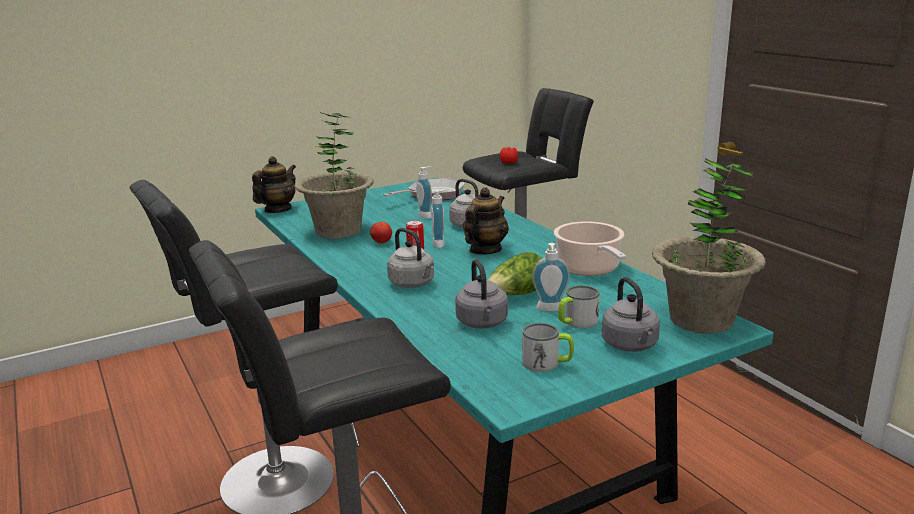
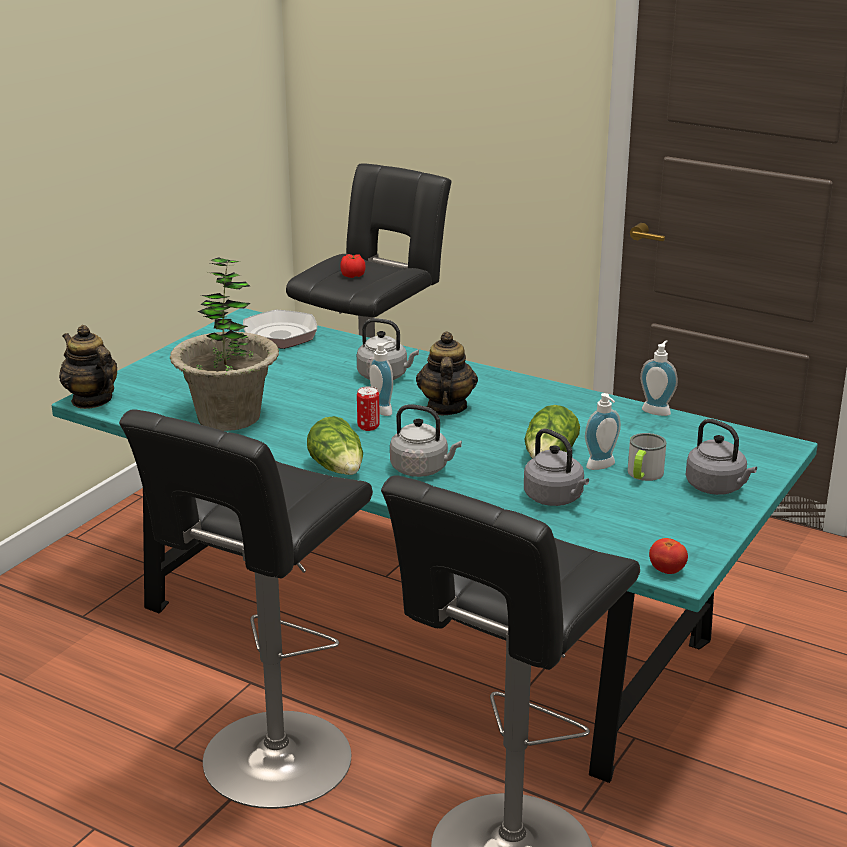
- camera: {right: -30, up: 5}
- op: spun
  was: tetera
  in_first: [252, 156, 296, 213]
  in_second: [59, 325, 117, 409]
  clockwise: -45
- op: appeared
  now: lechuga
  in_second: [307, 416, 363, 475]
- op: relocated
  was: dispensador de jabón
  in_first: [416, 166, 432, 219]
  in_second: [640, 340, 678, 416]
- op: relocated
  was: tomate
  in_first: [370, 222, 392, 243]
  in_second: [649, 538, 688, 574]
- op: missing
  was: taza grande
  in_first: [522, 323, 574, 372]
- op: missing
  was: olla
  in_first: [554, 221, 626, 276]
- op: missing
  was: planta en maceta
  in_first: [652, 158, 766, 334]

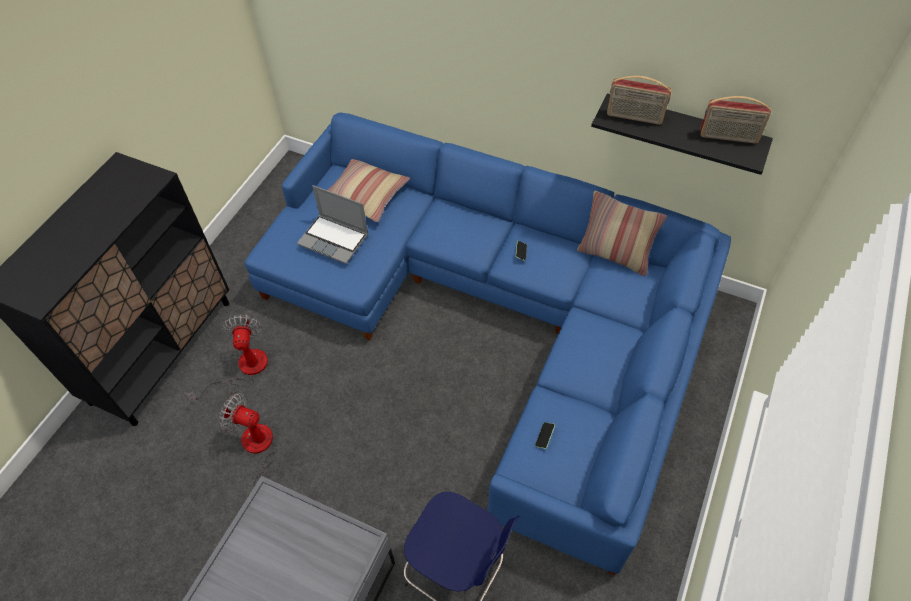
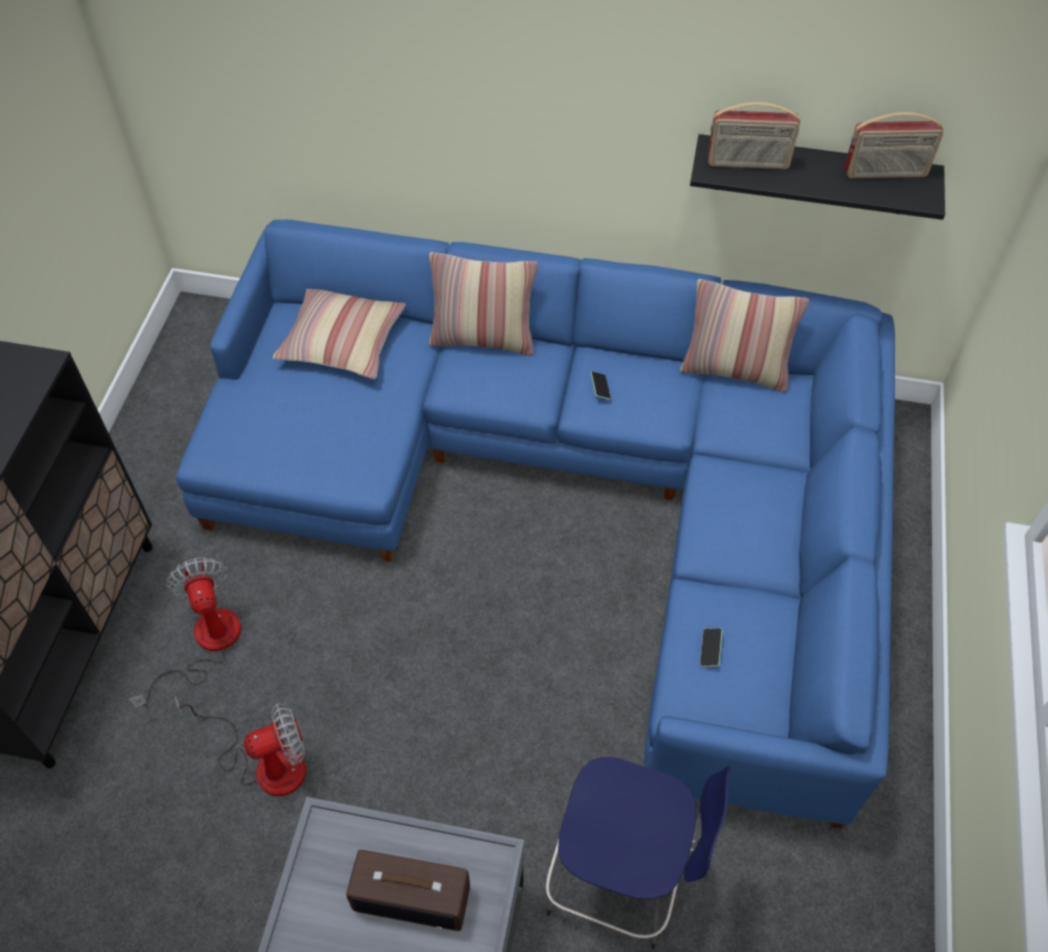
- camera: {right: -15, up: 0}
- op: spun
  was: ventilador
  in_first: [219, 393, 279, 488]
  in_second: [175, 697, 306, 796]
  clockwise: 150
- op: appeared
  now: radio
  in_second: [346, 850, 470, 931]
- op: appeared
  now: cojín
  in_second: [429, 252, 538, 356]
- op: missing
  was: portátil
  in_first: [297, 185, 369, 264]

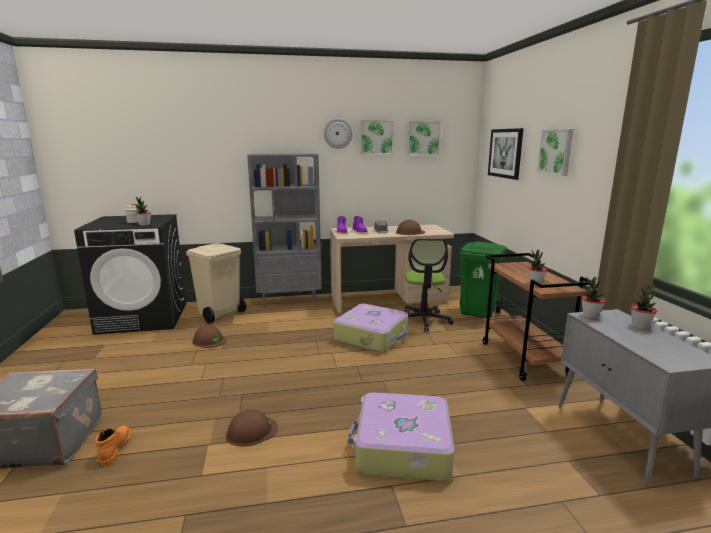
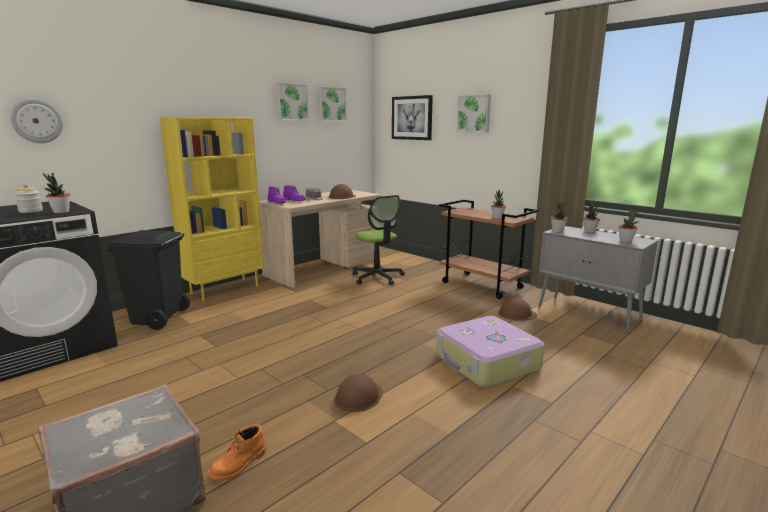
- camera: {right: -35, up: 0}
- op: relocated
  was: reloj de pared
  in_first: [324, 118, 353, 149]
  in_second: [10, 99, 63, 143]
- op: colour
  was: papelera/beis
  now: papelera/negro
  in_first: [186, 243, 246, 323]
  in_second: [107, 230, 190, 330]
- op: colour
  was: estantería/gris
  now: estantería/amarillo
  in_first: [247, 153, 322, 308]
  in_second: [160, 117, 264, 301]
- op: spun
  was: bota/naranja
  in_first: [95, 425, 131, 467]
  in_second: [208, 424, 266, 481]
  clockwise: -105
- op: relocated
  was: casco/marrón
  in_first: [192, 325, 226, 348]
  in_second: [498, 298, 537, 321]
- op: appeared
  now: planta en maceta
  in_second: [618, 208, 640, 243]
- op: missing
  was: maleta
  in_first: [334, 303, 408, 352]
- op: missing
  was: papelera/verde
  in_first: [459, 241, 506, 318]

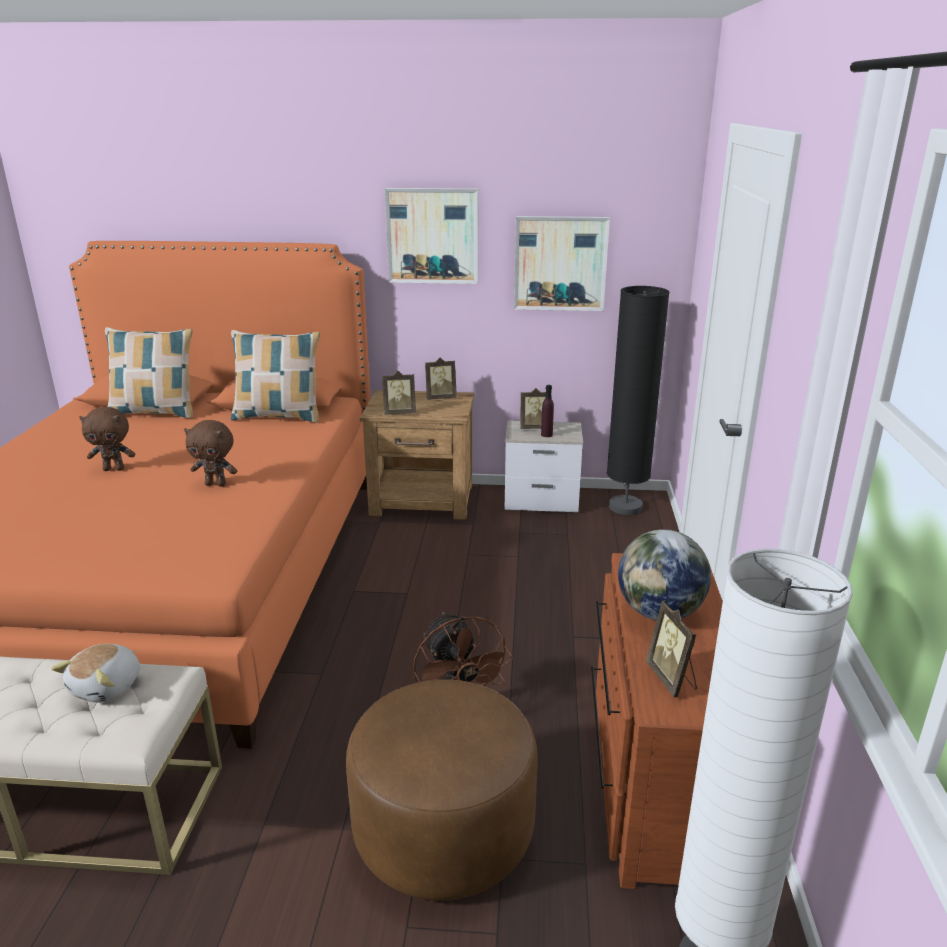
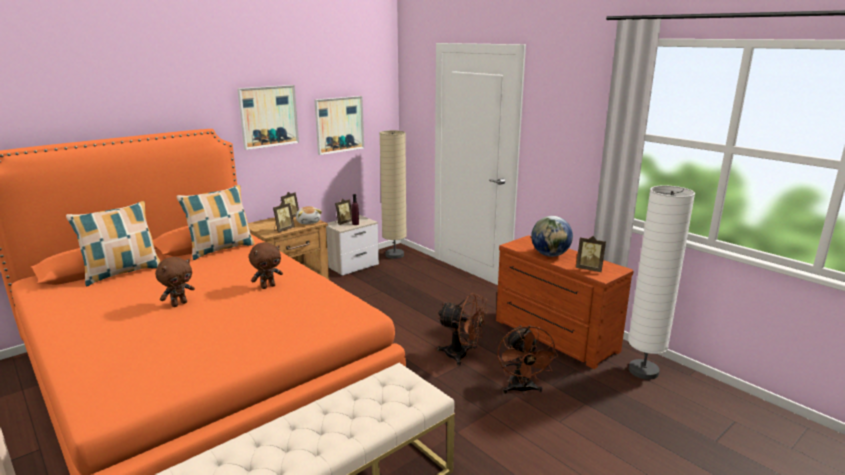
- camera: {right: -45, up: -5}
- op: relocated
  was: peluche
  in_first: [51, 644, 140, 703]
  in_second: [296, 206, 322, 225]
- op: colour
  was: lámpara de pie/negro
  now: lámpara de pie/beis
  in_first: [607, 286, 670, 515]
  in_second: [380, 130, 407, 259]
- op: exchanged
  was: puf/marrón
  now: ventilador/marrón
  in_first: [346, 679, 538, 901]
  in_second: [497, 325, 558, 395]

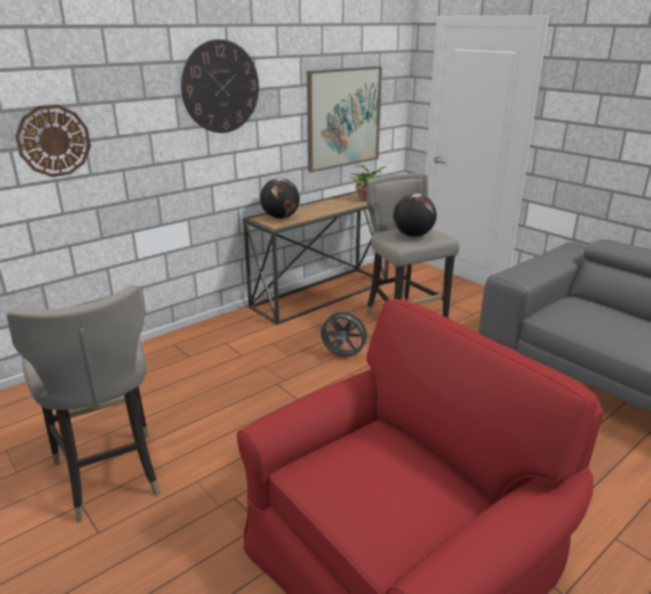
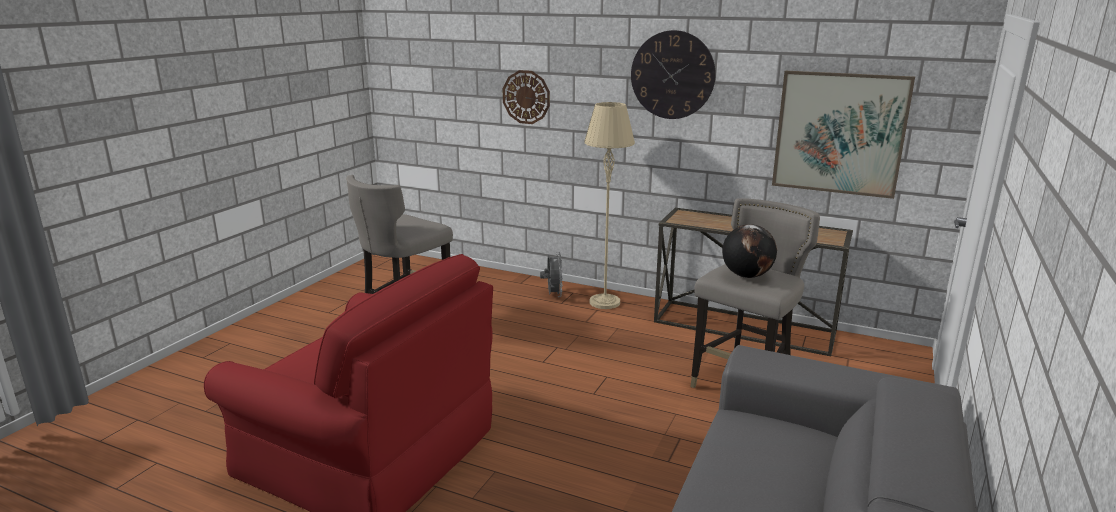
- camera: {right: 65, up: -5}
- op: relocated
  was: ventilador/gris
  in_first: [321, 308, 370, 357]
  in_second: [540, 252, 563, 297]
- op: appeared
  now: lámpara de pie/beis
  in_second: [584, 102, 635, 309]
- op: missing
  was: globo terráqueo
  in_first: [260, 178, 300, 219]
- op: missing
  was: planta en maceta
  in_first: [350, 165, 387, 202]

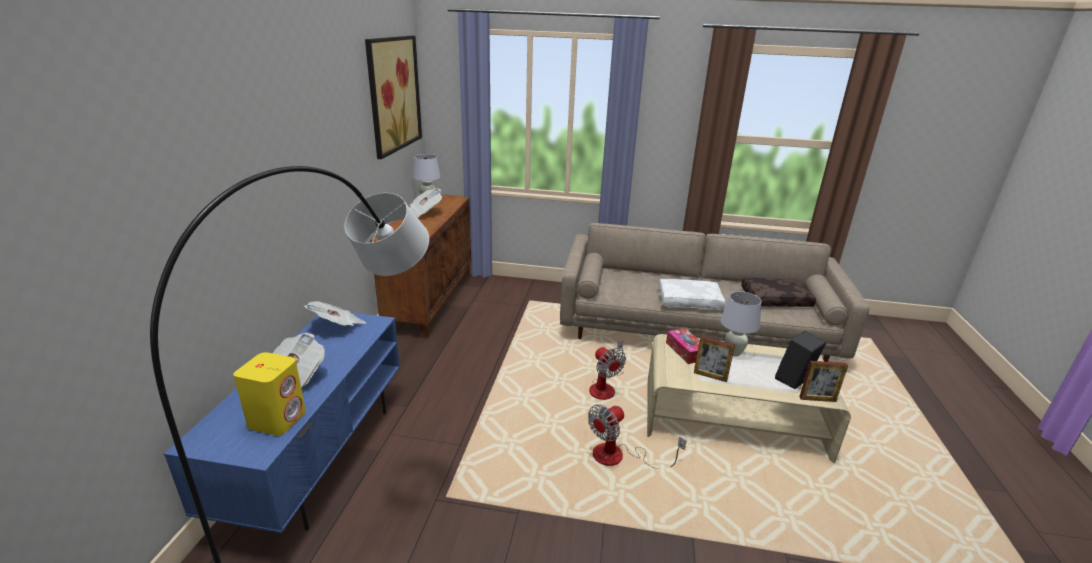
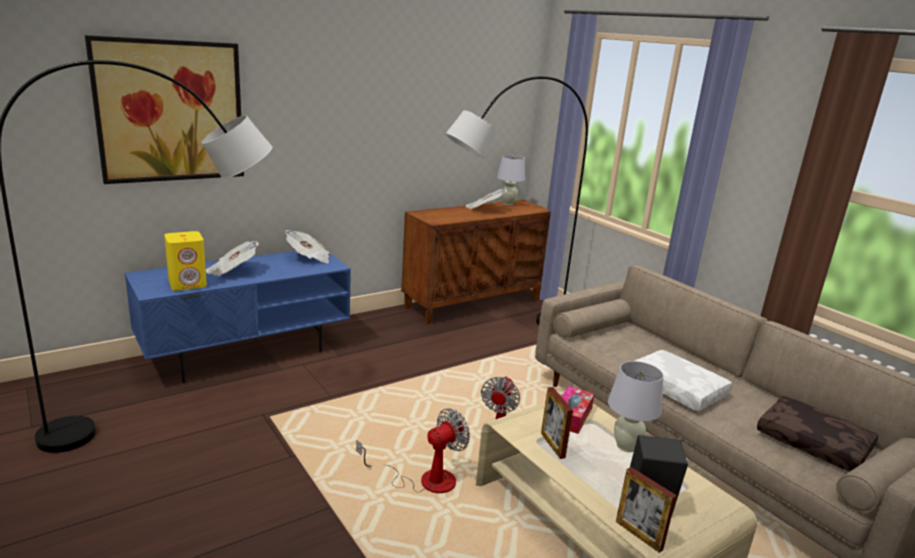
- camera: {right: 45, up: -5}
- op: relocated
  was: cuadro
  in_first: [365, 36, 422, 159]
  in_second: [85, 35, 244, 184]
- op: spun
  was: ventilador
  in_first: [588, 405, 686, 469]
  in_second: [356, 408, 470, 493]
  clockwise: 135
- op: appeared
  now: lámpara de pie/negro
  in_second: [445, 76, 588, 325]

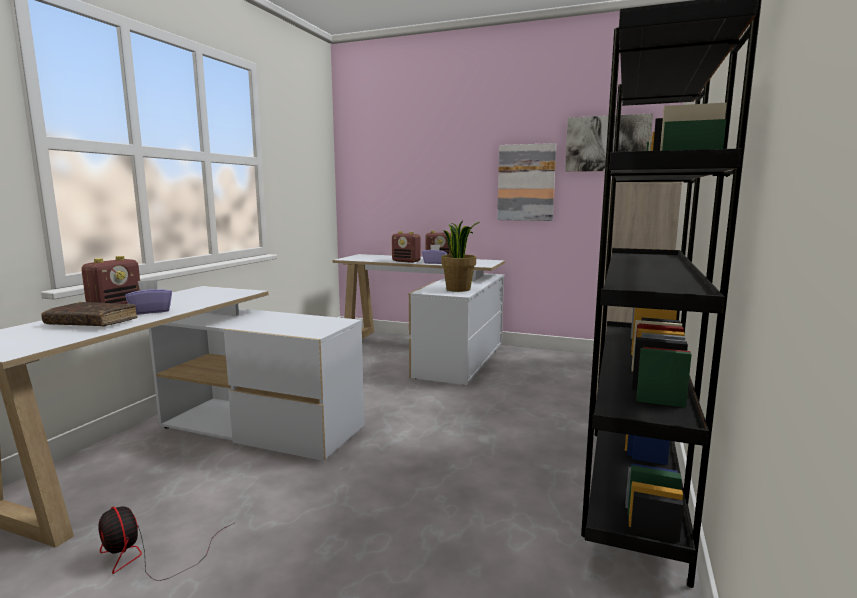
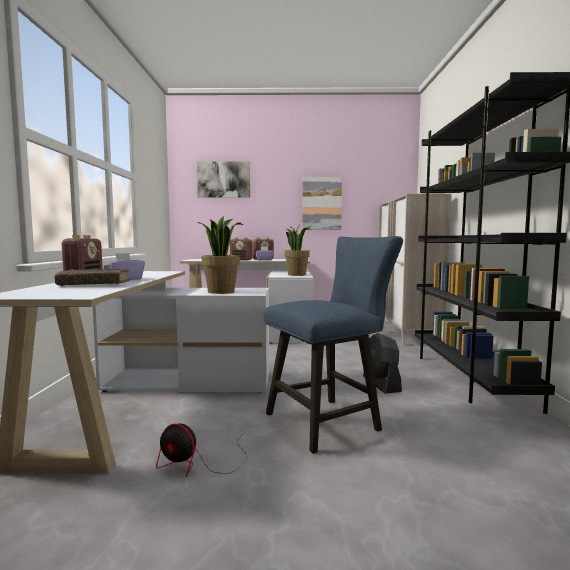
- camera: {right: -20, up: -5}
- op: relocated
  was: cuadro
  in_first: [565, 113, 653, 172]
  in_second: [197, 161, 250, 198]
- op: appeared
  now: planta en maceta
  in_second: [198, 217, 243, 294]
- op: appeared
  now: silla/azul
  in_second: [264, 236, 403, 454]
- op: appeared
  now: ventilador/negro
  in_second: [363, 333, 402, 394]

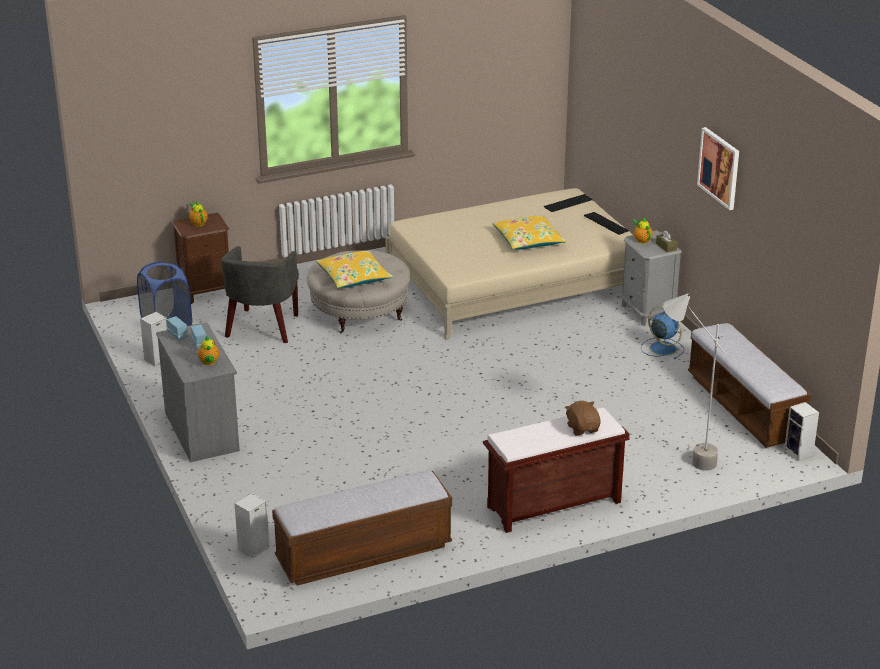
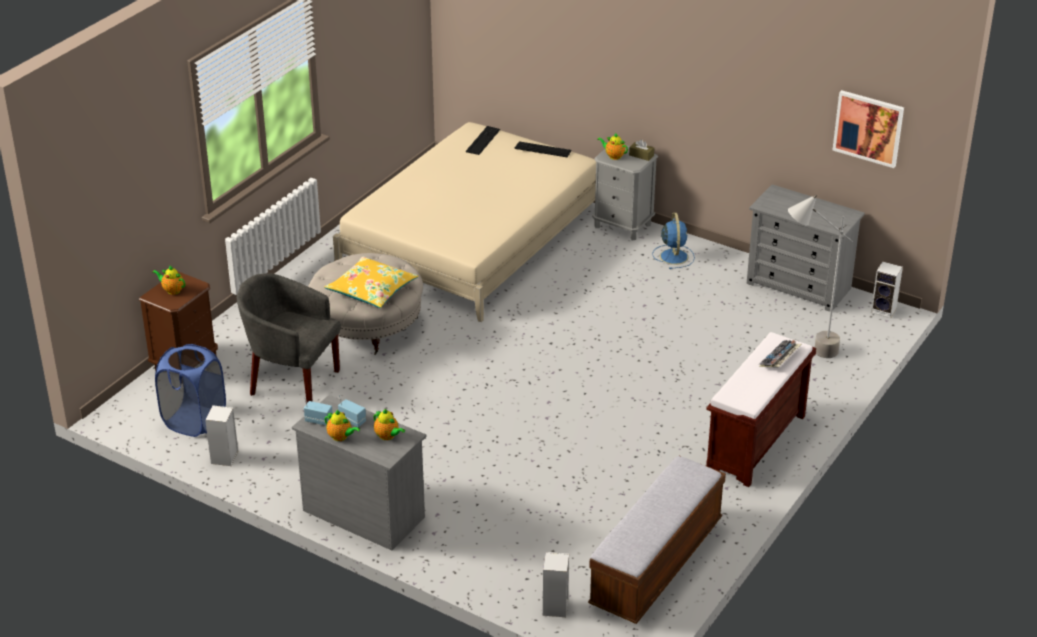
- camera: {right: -35, up: 5}
- op: spun
  was: sillón/gris
  in_first: [221, 246, 299, 343]
  in_second: [237, 273, 341, 403]
  clockwise: 135
- op: appeared
  now: tetera
  in_second: [324, 410, 360, 441]
- op: spun
  was: ventilador/azul
  in_first: [641, 306, 684, 359]
  in_second: [652, 213, 695, 269]
  clockwise: 75
- op: exchanged
  was: banco
  now: cómoda/gris
  in_first: [688, 322, 811, 448]
  in_second: [746, 184, 865, 312]
- op: exchanged
  was: peluche/marrón
  now: teclado
  in_first: [565, 401, 601, 436]
  in_second: [759, 340, 802, 368]
- op: relocated
  was: cuadro
  in_first: [697, 127, 739, 210]
  in_second: [833, 90, 904, 168]
- op: missing
  was: cojín/amarillo
  in_first: [492, 216, 566, 249]

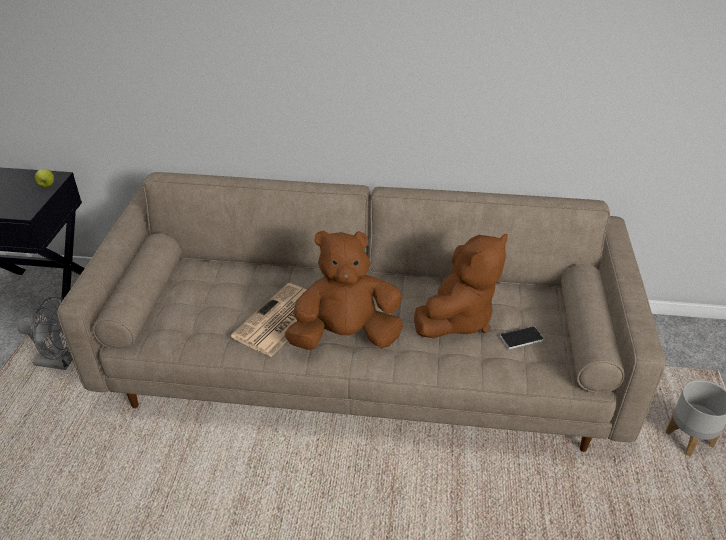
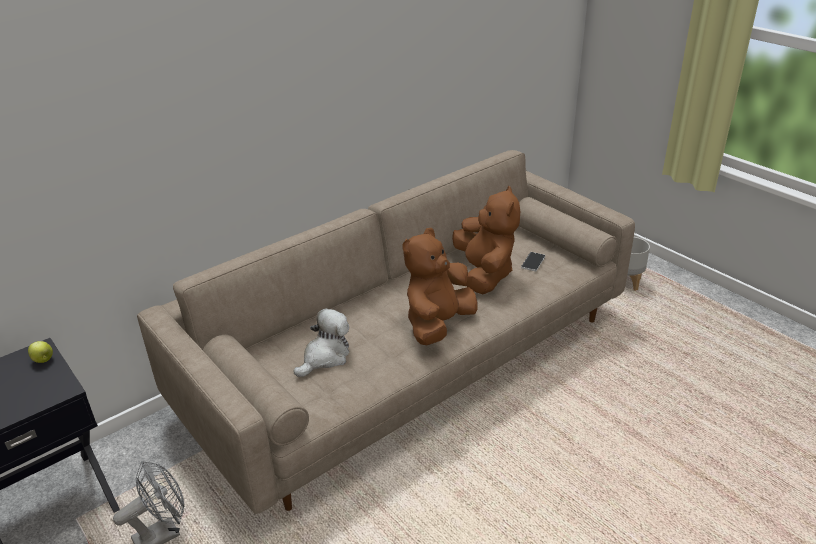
- camera: {right: -45, up: -5}
- op: appeared
  now: peluche
  in_second: [294, 309, 349, 377]
- op: missing
  was: periódico
  in_first: [231, 283, 307, 357]

